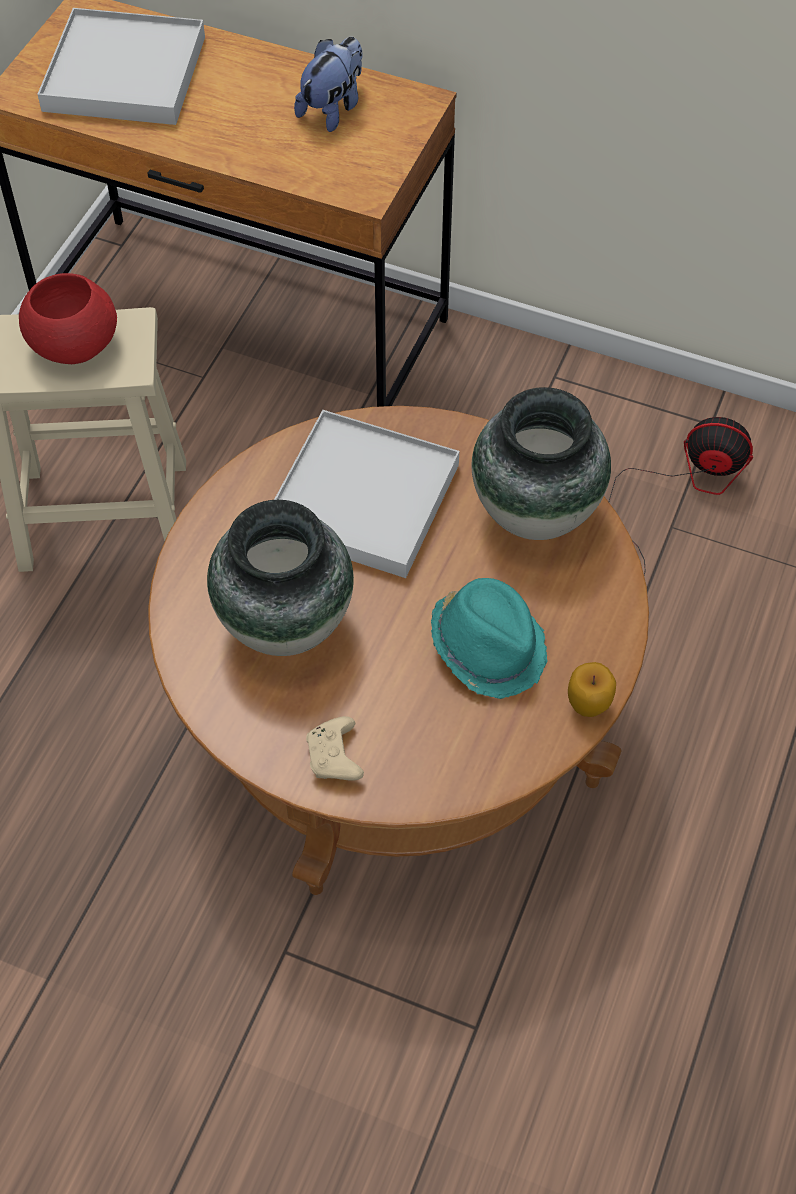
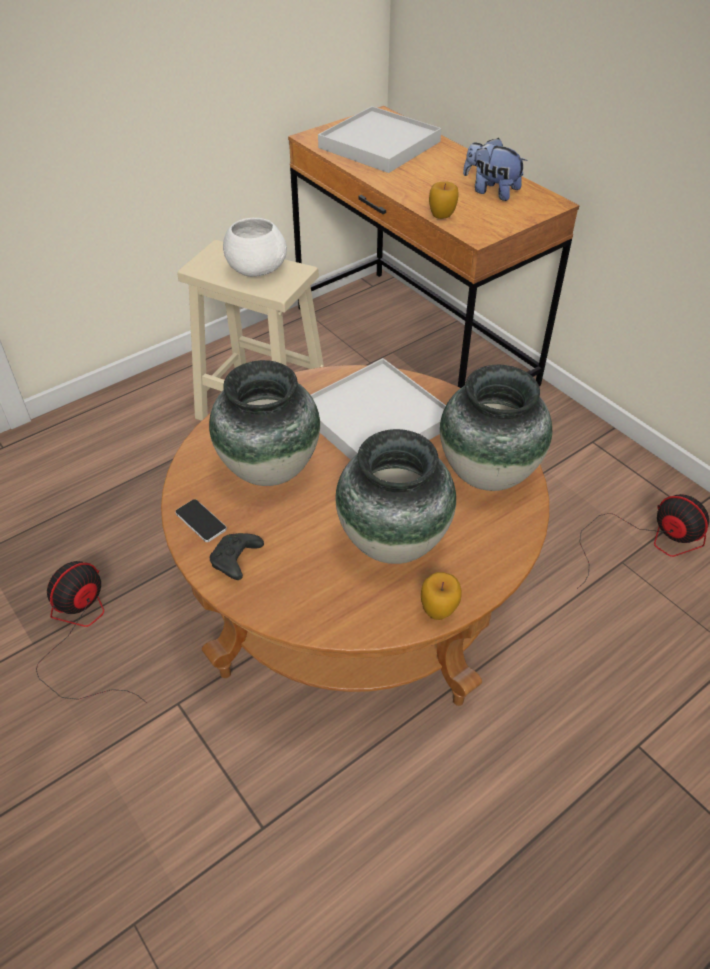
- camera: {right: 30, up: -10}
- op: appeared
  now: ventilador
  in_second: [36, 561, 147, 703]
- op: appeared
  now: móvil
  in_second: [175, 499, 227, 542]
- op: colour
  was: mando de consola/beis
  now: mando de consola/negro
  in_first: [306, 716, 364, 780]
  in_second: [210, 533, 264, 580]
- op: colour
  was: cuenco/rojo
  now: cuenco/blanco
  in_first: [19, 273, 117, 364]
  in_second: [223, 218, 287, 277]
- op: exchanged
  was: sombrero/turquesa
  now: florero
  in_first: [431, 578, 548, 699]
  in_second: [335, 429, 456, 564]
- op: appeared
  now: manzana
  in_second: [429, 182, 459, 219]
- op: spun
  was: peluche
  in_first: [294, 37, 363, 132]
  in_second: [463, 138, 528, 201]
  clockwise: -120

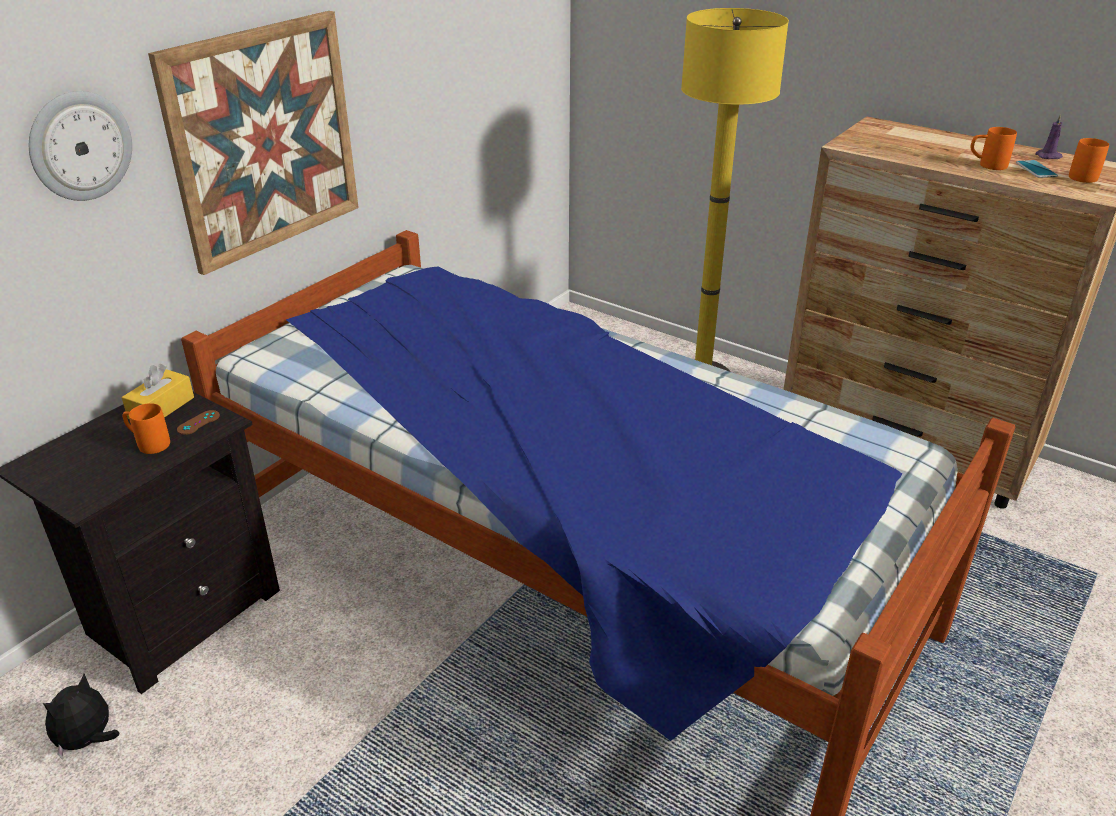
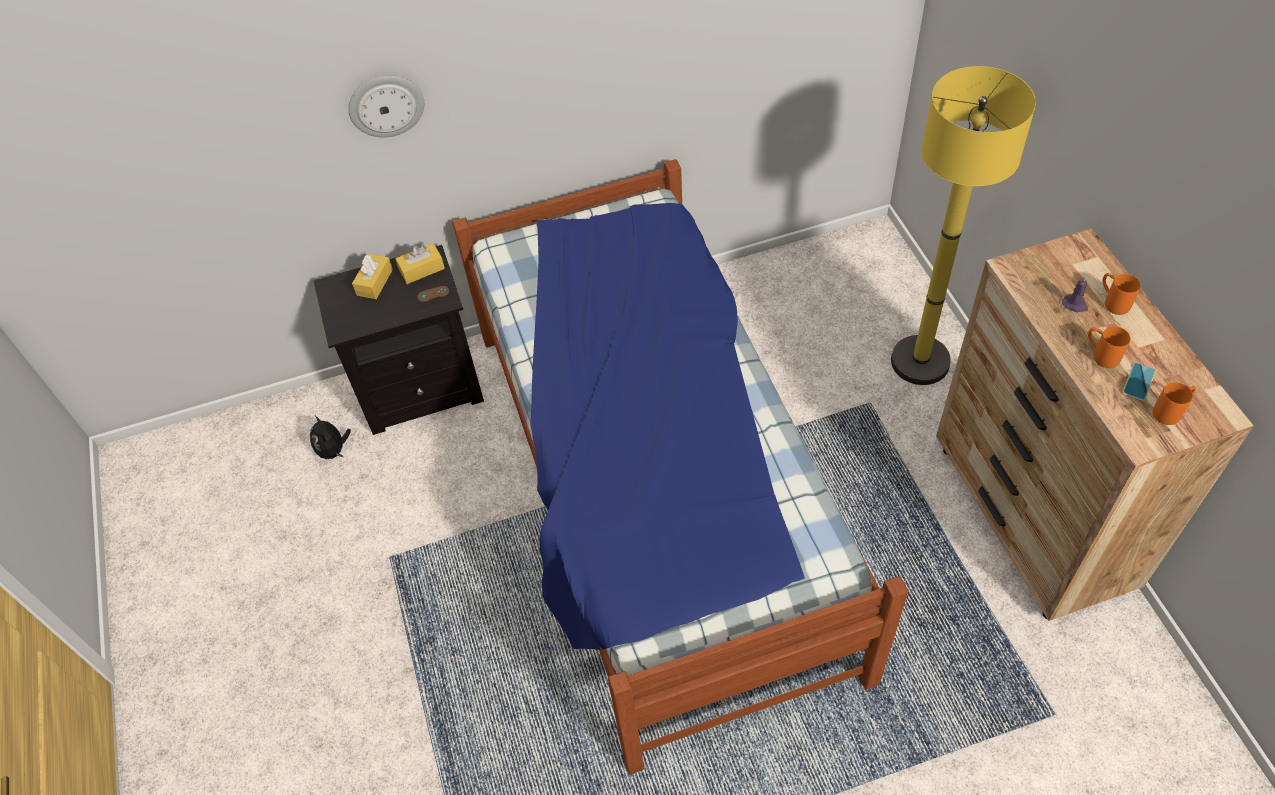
- camera: {right: 40, up: 20}
- op: spun
  was: peluche
  in_first: [43, 674, 119, 759]
  in_second: [310, 416, 351, 459]
  clockwise: -90
- op: appeared
  now: caja de pañuelos/amarillo
  in_second: [352, 254, 393, 299]
- op: relocated
  was: vela/morado
  in_first: [1036, 114, 1063, 159]
  in_second: [1062, 277, 1088, 312]
- op: relocated
  was: taza grande/naranja
  in_first: [122, 403, 170, 454]
  in_second: [1102, 273, 1141, 315]
- op: missing
  was: cuadro
  in_first: [148, 11, 359, 275]

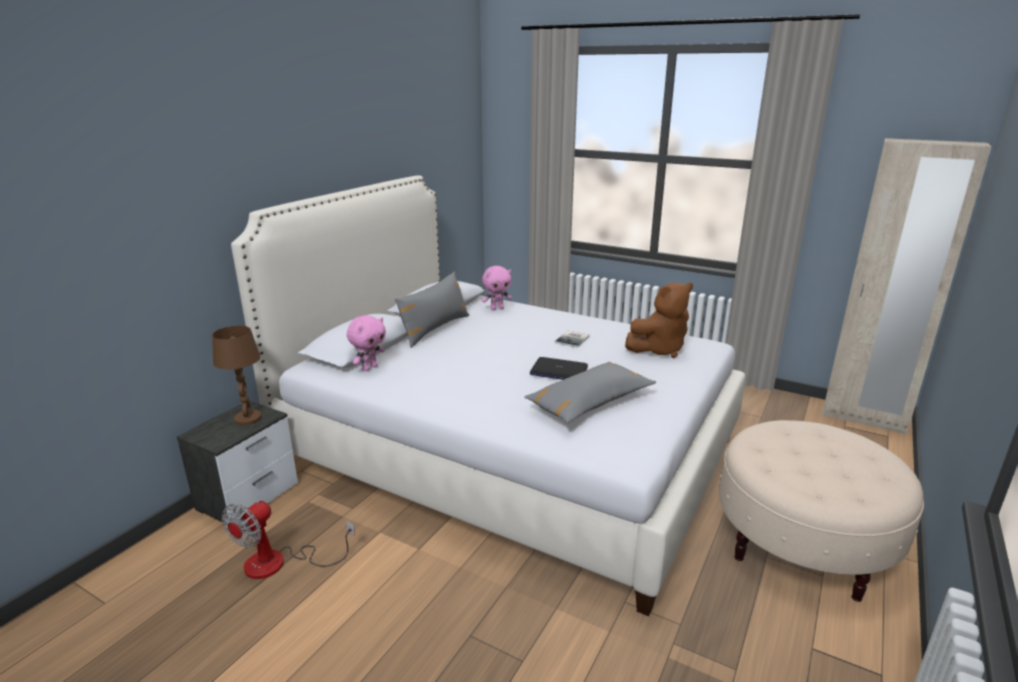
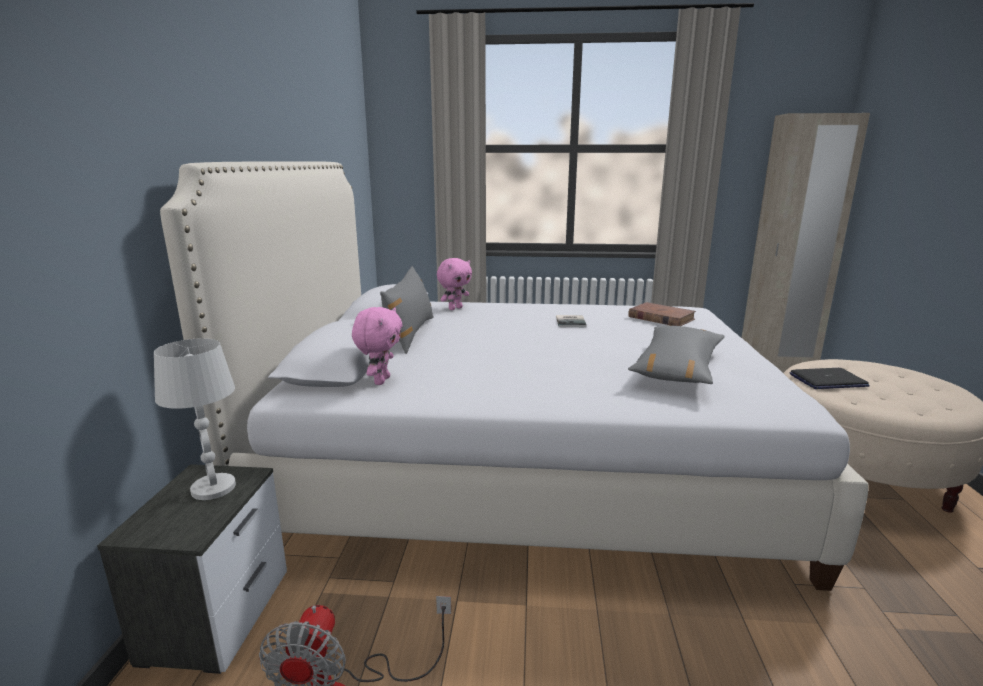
- camera: {right: -25, up: -5}
- op: colour
  was: lámpara de mesa/marrón
  now: lámpara de mesa/blanco
  in_first: [212, 326, 262, 425]
  in_second: [154, 338, 236, 500]
- op: exchanged
  was: peluche/marrón
  now: libro/marrón
  in_first: [625, 282, 693, 358]
  in_second: [628, 302, 696, 326]
- op: relocated
  was: portátil
  in_first: [530, 357, 588, 380]
  in_second: [790, 368, 869, 389]

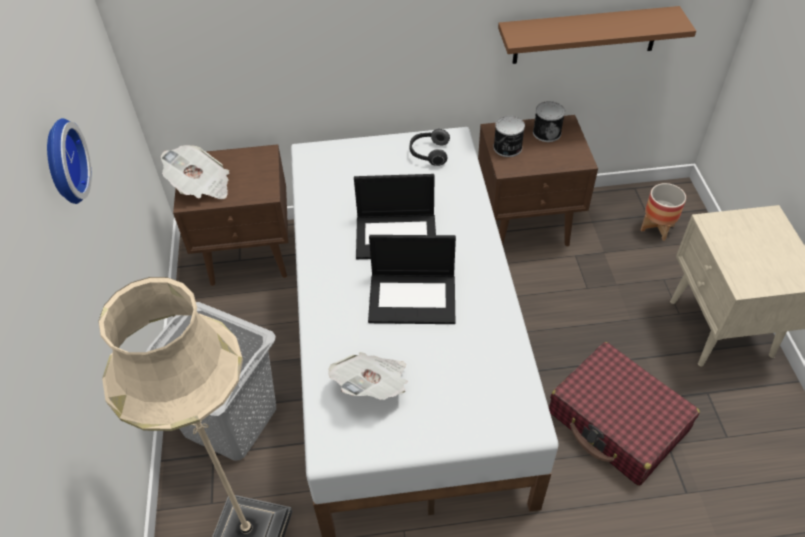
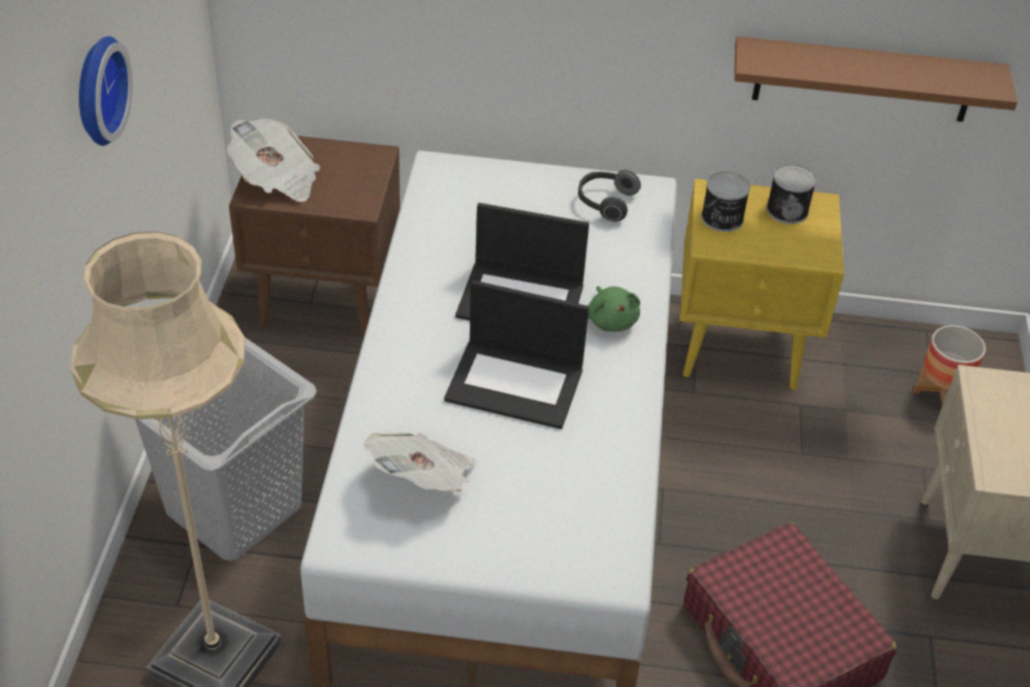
- camera: {right: 10, up: -5}
- op: appeared
  now: peluche/verde
  in_second: [588, 286, 640, 332]
- op: colour
  was: mesita de noche/marrón
  now: mesita de noche/amarillo
  in_first: [478, 115, 598, 246]
  in_second: [680, 179, 844, 390]

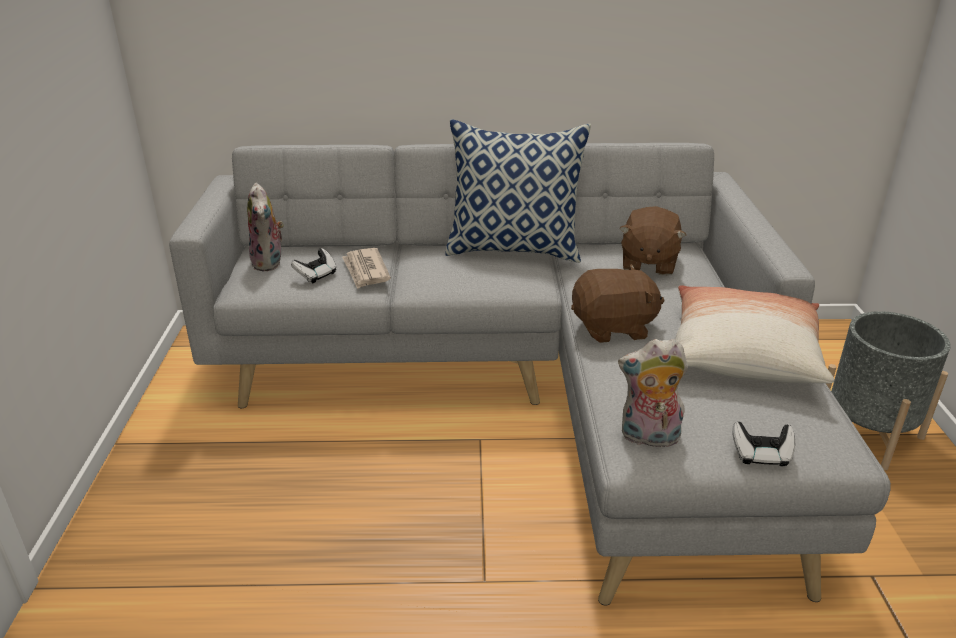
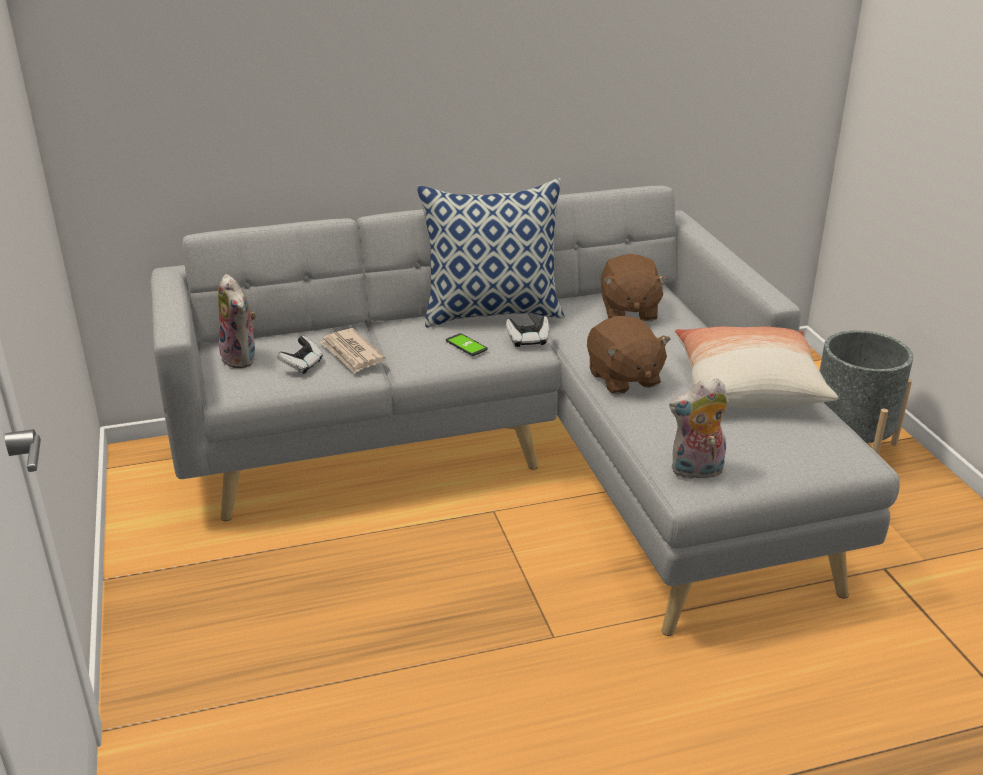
- camera: {right: -15, up: 0}
- op: appeared
  now: móvil
  in_second: [446, 333, 488, 356]
- op: relocated
  was: mando de consola
  in_first: [732, 422, 795, 466]
  in_second: [506, 316, 550, 347]
- op: spun
  was: peluche/marrón
  in_first: [571, 264, 665, 343]
  in_second: [587, 316, 671, 395]
  clockwise: 90

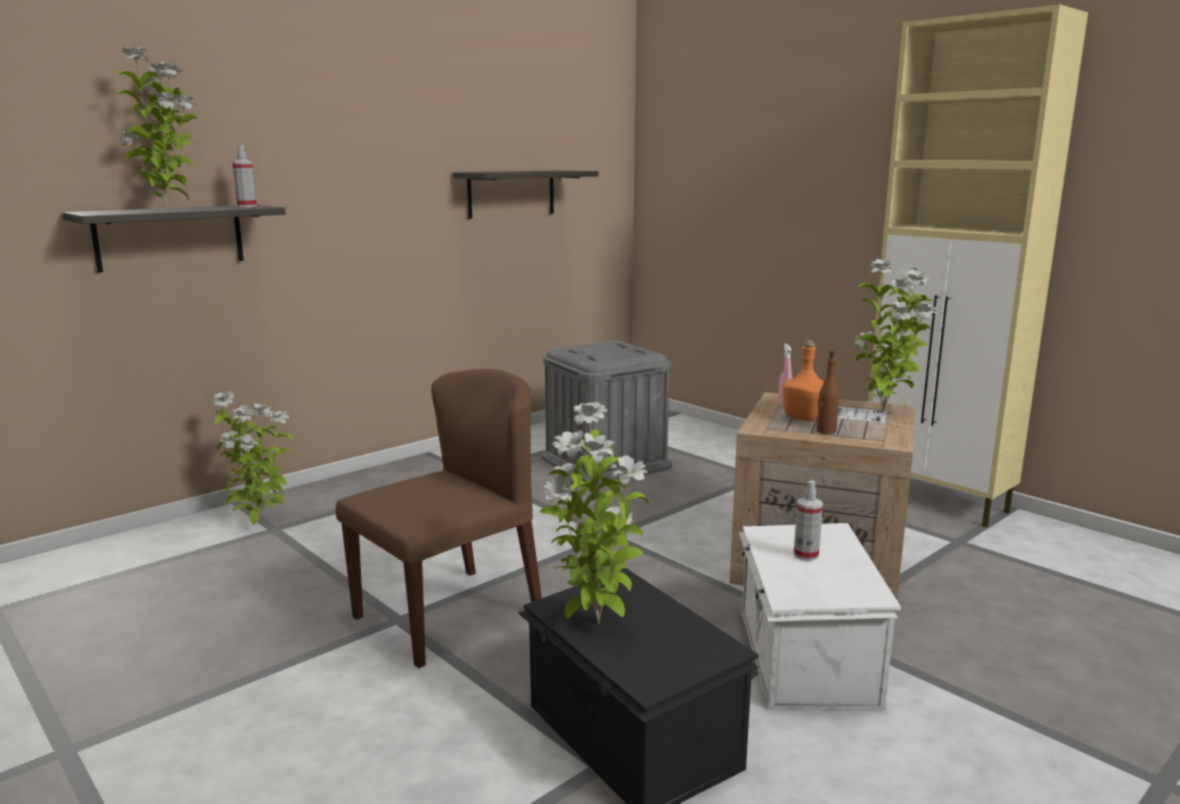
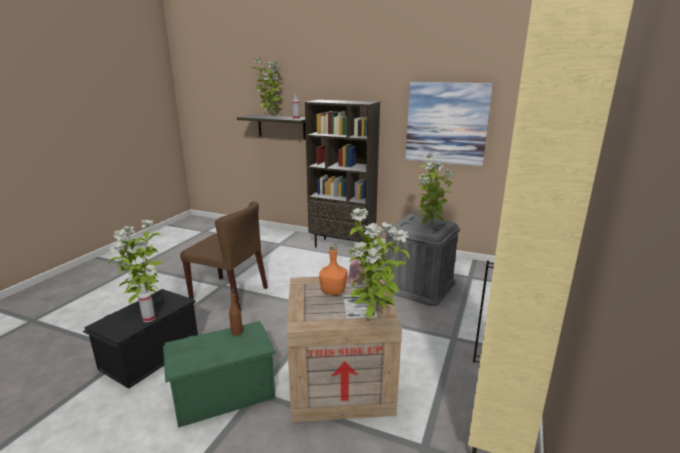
- camera: {right: 65, up: 5}
- op: relocated
  was: pulverizador
  in_first: [794, 481, 823, 561]
  in_second: [138, 284, 156, 322]
- op: colour
  was: caja de almacenaje/blanco
  now: caja de almacenaje/verde
  in_first: [739, 523, 901, 712]
  in_second: [163, 321, 276, 428]
- op: relocated
  was: botella/marrón
  in_first: [817, 350, 839, 434]
  in_second: [229, 289, 243, 336]
- op: appeared
  now: estantería/marrón
  in_second: [305, 100, 380, 248]
- op: exchanged
  was: estante
  now: cuadro
  in_first: [452, 170, 598, 219]
  in_second: [405, 82, 493, 166]
- op: relocated
  was: planta en maceta
  in_first: [212, 392, 293, 525]
  in_second: [418, 154, 455, 226]

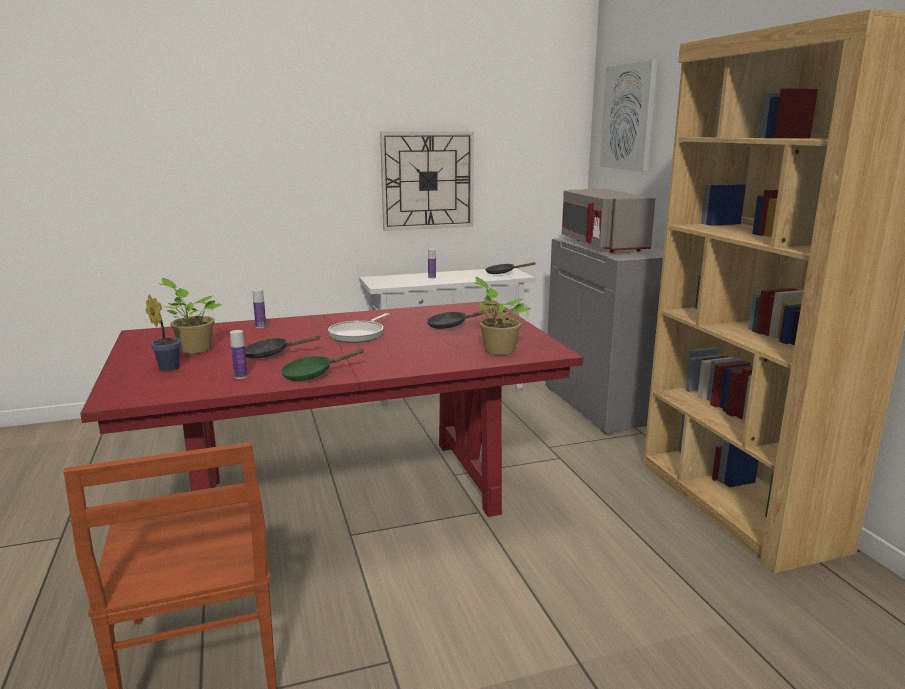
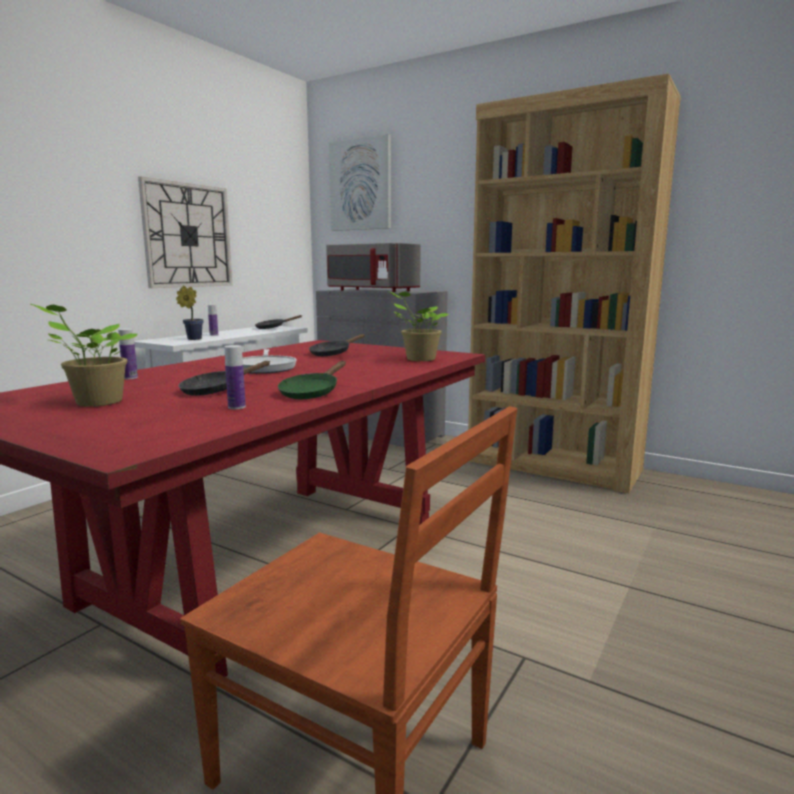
- camera: {right: -40, up: -5}
- op: relocated
  was: planta en maceta
  in_first: [146, 295, 181, 371]
  in_second: [176, 286, 204, 340]

